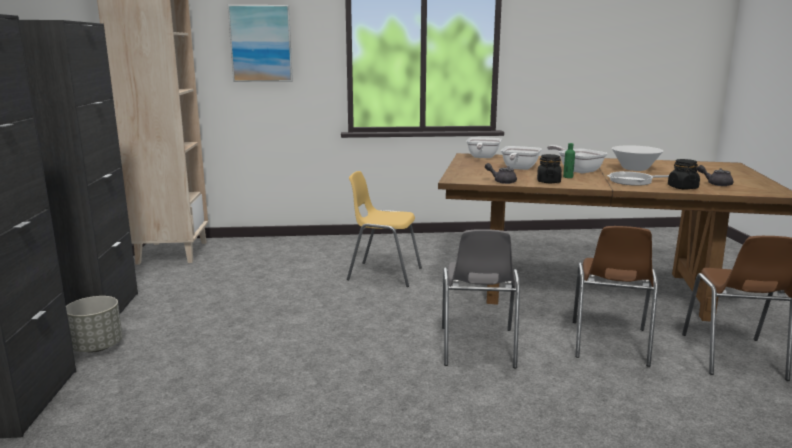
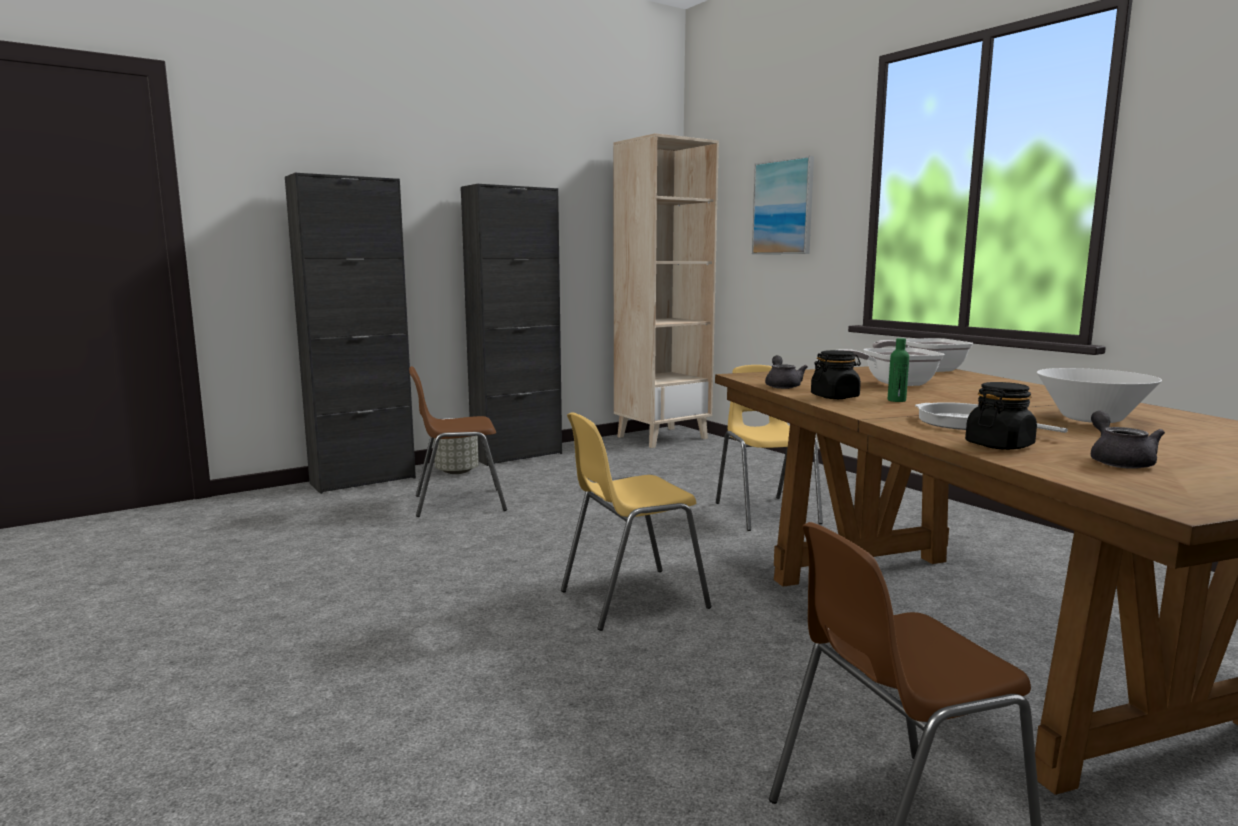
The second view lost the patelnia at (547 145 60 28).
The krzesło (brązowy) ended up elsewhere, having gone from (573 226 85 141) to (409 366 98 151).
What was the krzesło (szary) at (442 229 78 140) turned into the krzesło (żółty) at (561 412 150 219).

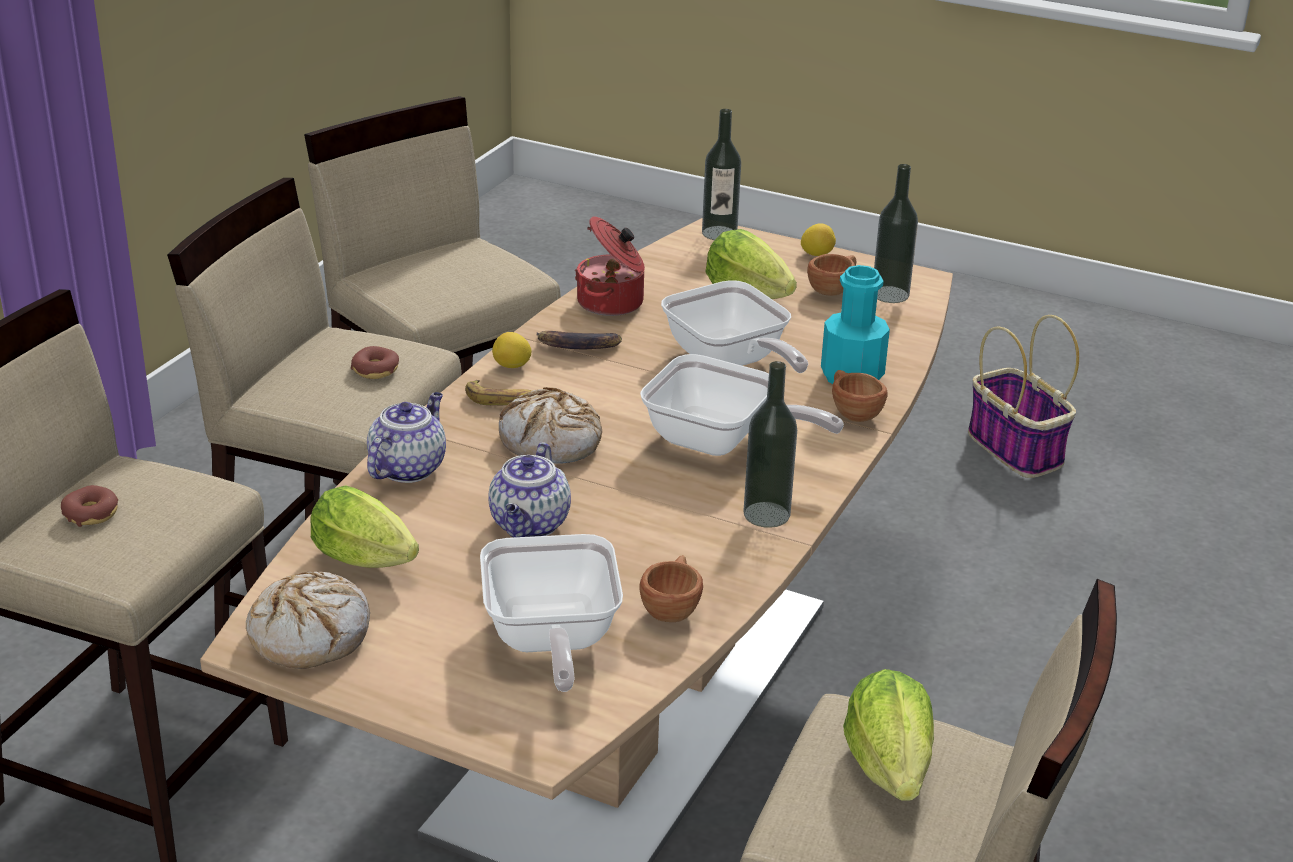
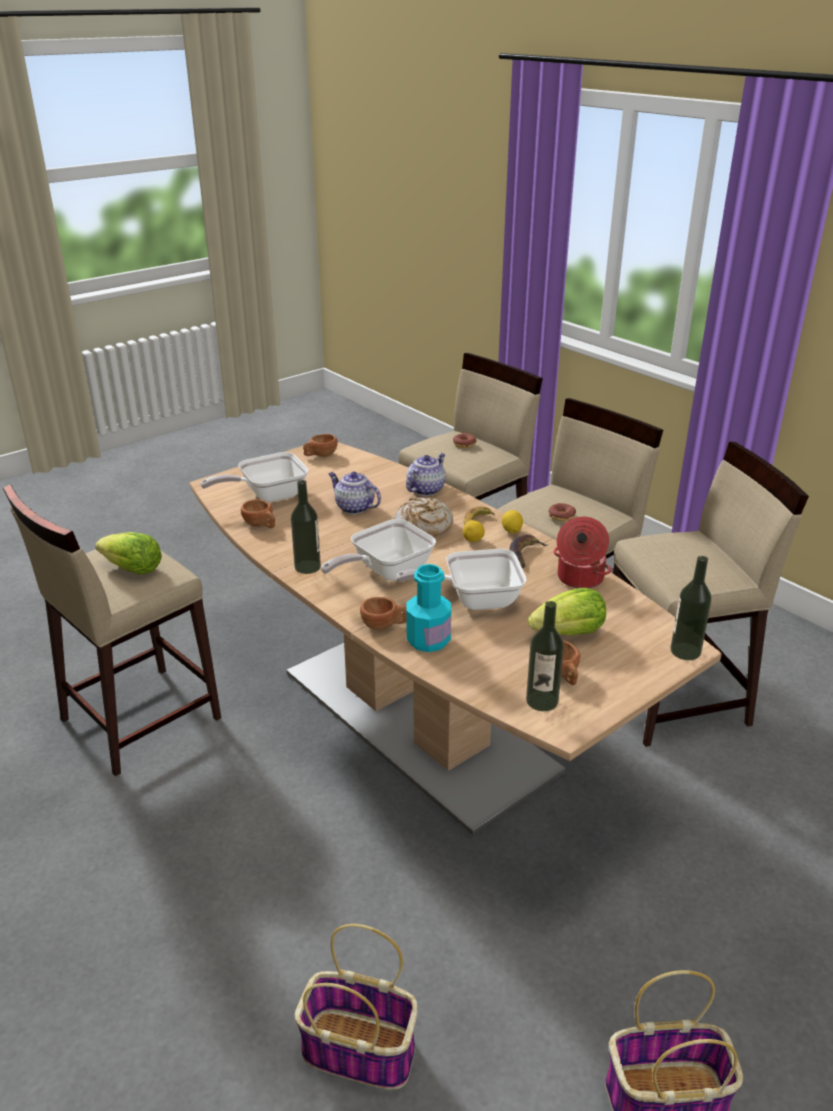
The second view lost the sałata at (310 485 109 83).
The second view gained the koszyk at (295 924 123 166).
The cytryna ended up elsewhere, having gone from (801 223 35 33) to (463 520 22 22).
Where the chleb stood at (246 571 124 98), the filiżanka (brązowy) came to stand at (303 434 35 23).
The imbryk at (367 392 79 91) ended up facing another way, 105 degrees counterclockwise from before.
The patelnia at (480 534 143 158) ended up facing another way, 45 degrees counterclockwise from before.

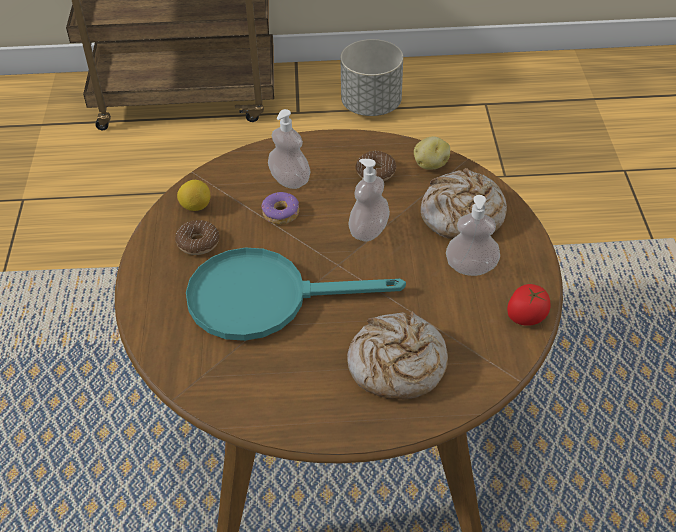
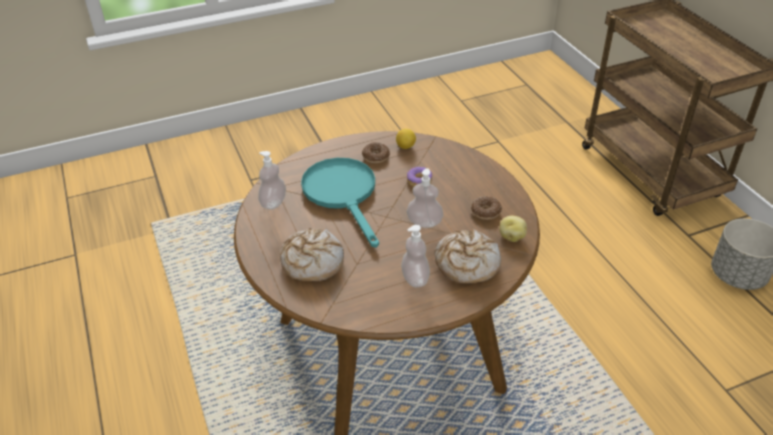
The second view lost the pomidor at (507 284 44 42).
The dozownik mydła ended up elsewhere, having gone from (268 109 43 80) to (258 151 28 59).

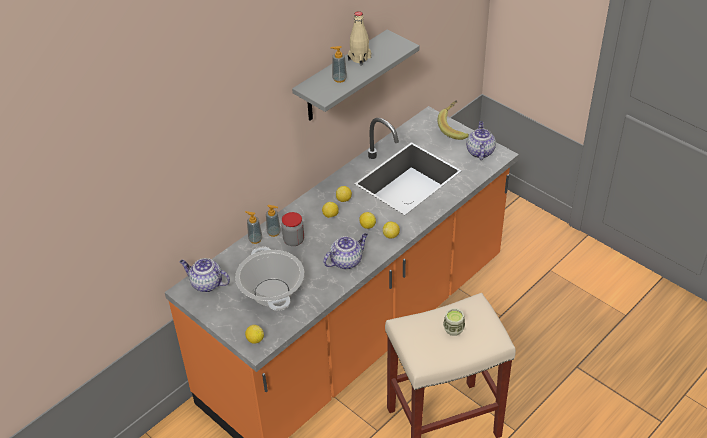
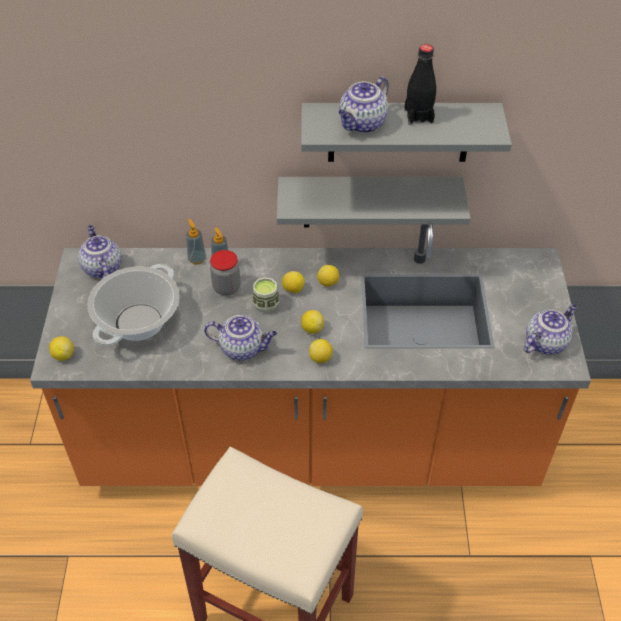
The second view lost the banan at (438 100 31 40).
The second view gained the półka (szary) at (277 177 194 50).
The filiżanka ended up elsewhere, having gone from (443 308 22 28) to (252 277 28 36).
Where the dozownik mydła stood at (330 46 17 37), the imbryk came to stand at (339 76 50 57).
What was the butelka (beżowy) at (348 11 23 55) turned into the butelka (czarny) at (404 44 32 81).

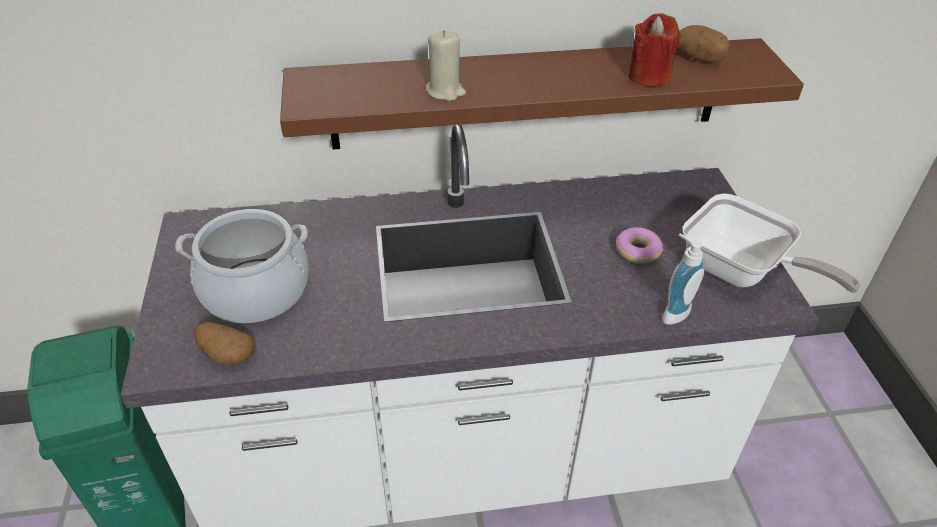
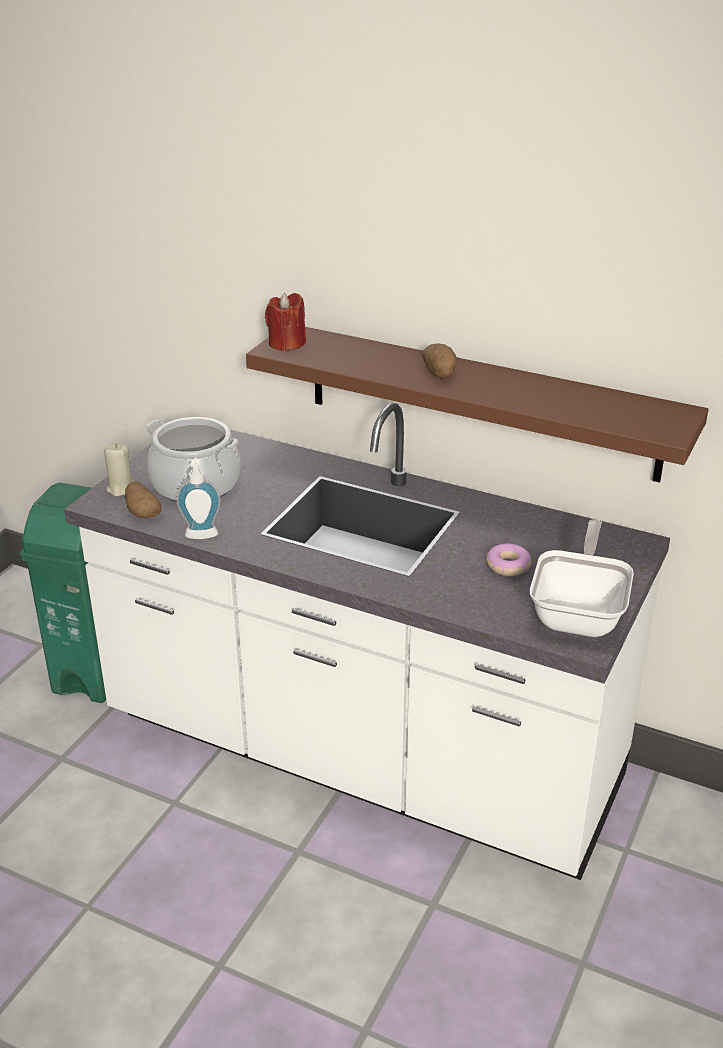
The świeca (beżowy) ended up elsewhere, having gone from (426 30 40 71) to (104 443 31 54).
The świeca (czerwony) ended up elsewhere, having gone from (628 13 52 74) to (265 293 41 58).
The dozownik mydła ended up elsewhere, having gone from (662 234 43 91) to (176 457 45 82).
The ziemniak ended up elsewhere, having gone from (677 25 53 37) to (423 343 34 35).
The patelnia at (682 193 179 100) ended up facing another way, 150 degrees counterclockwise from before.

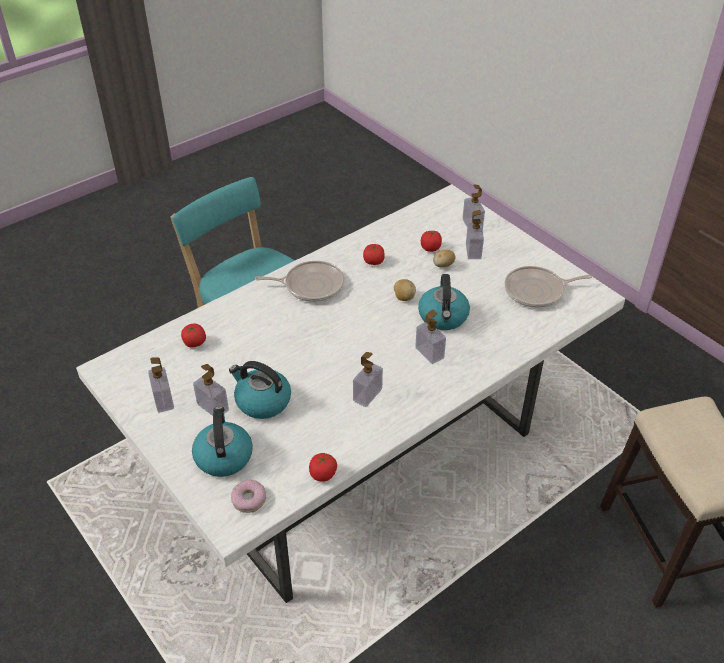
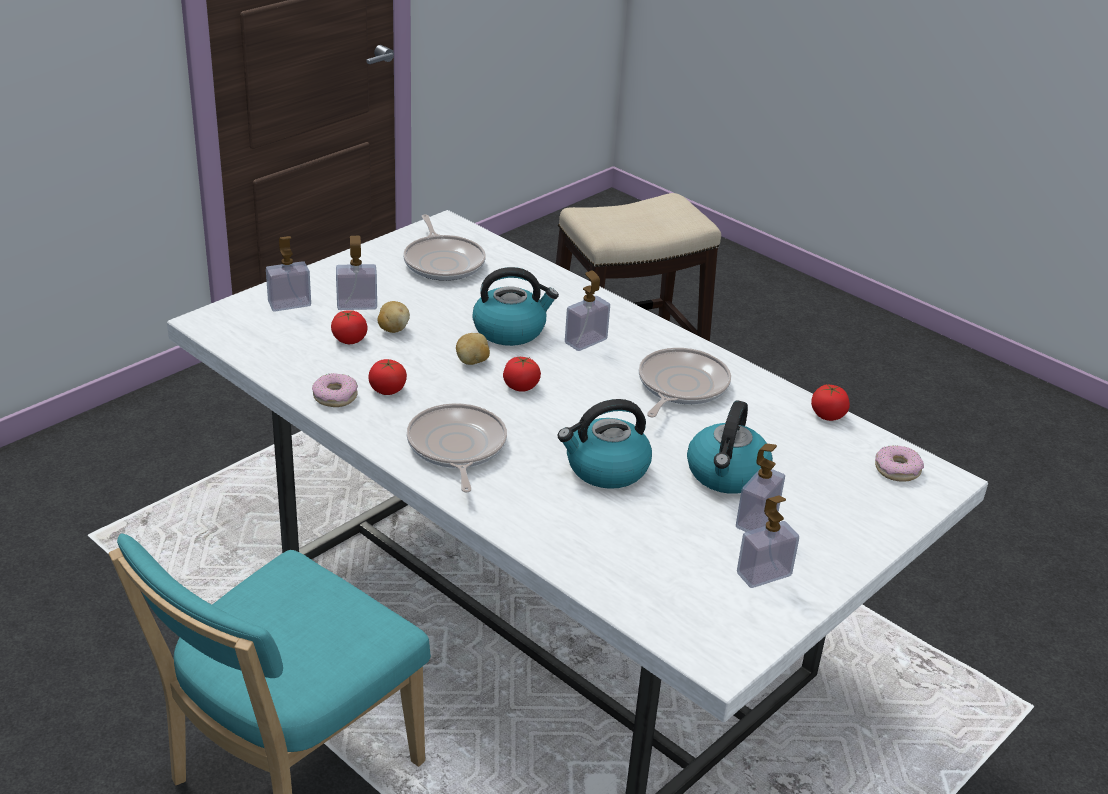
The second view gained the donut at (312 373 46 34).
The pomidor ended up elsewhere, having gone from (181 324 25 24) to (503 356 38 36).
The czajnik ended up elsewhere, having gone from (192 406 61 71) to (558 399 94 90).
Where the dozownik mydła stood at (353 352 30 55), the patelnia came to stand at (639 348 92 70).

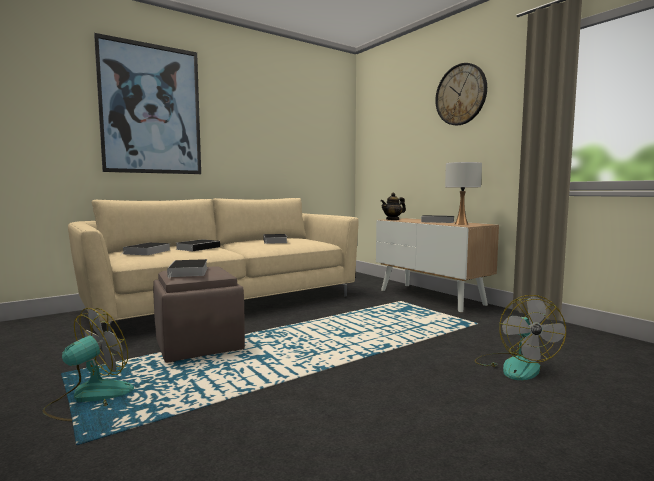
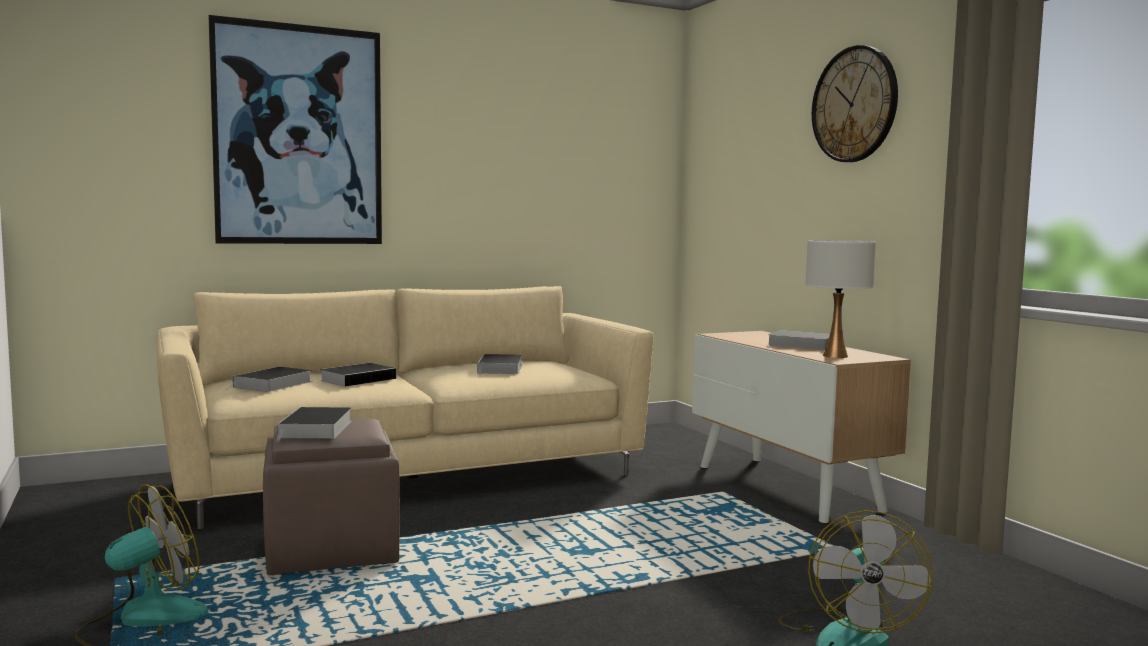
The second view lost the imbryk at (381 193 25 27).

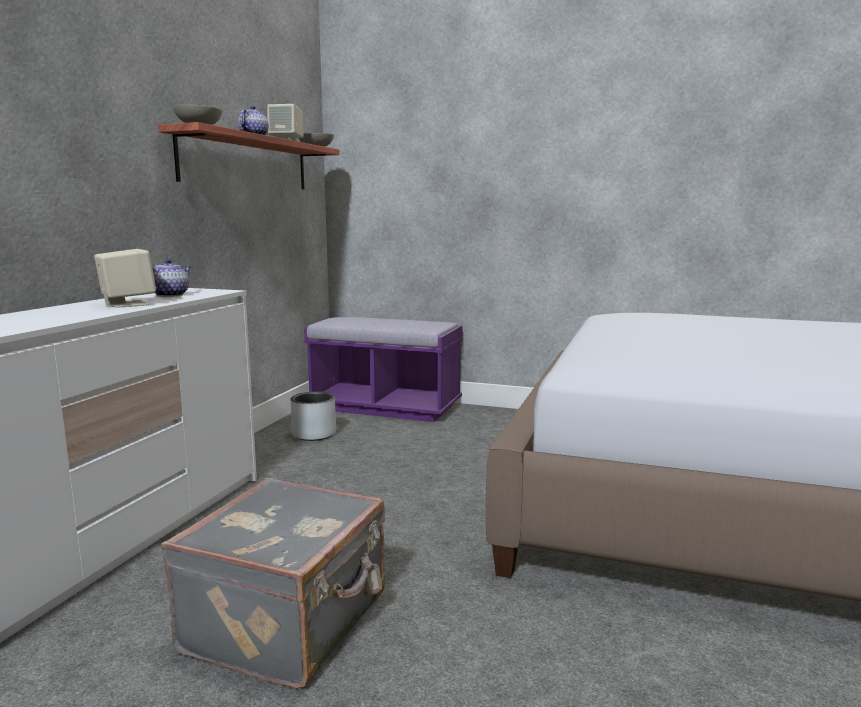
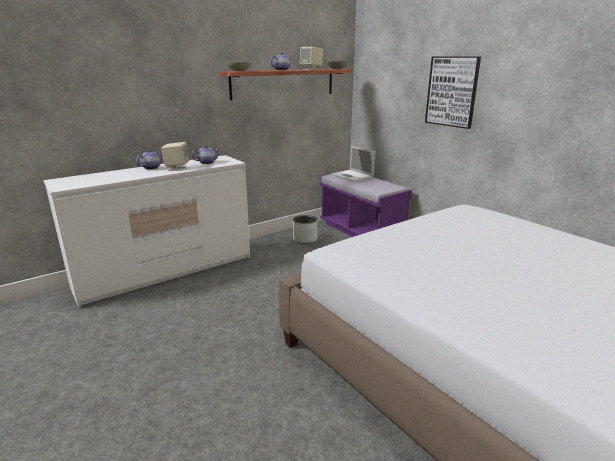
The second view lost the walizka (szary) at (161 478 224 211).
The second view gained the imbryk at (136 149 26 21).
The second view gained the laptop at (332 146 43 36).
The second view gained the obraz at (425 56 56 73).

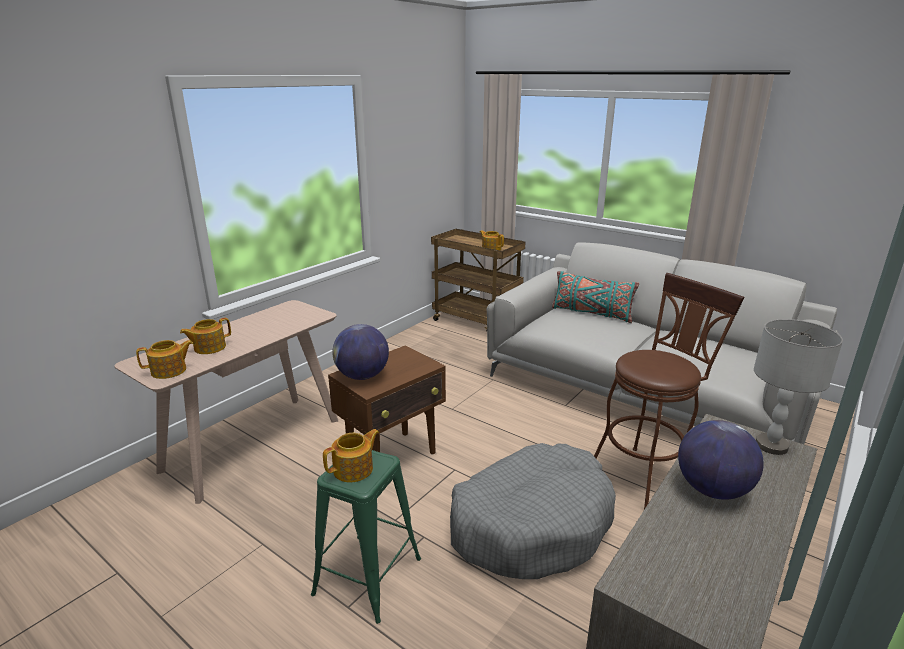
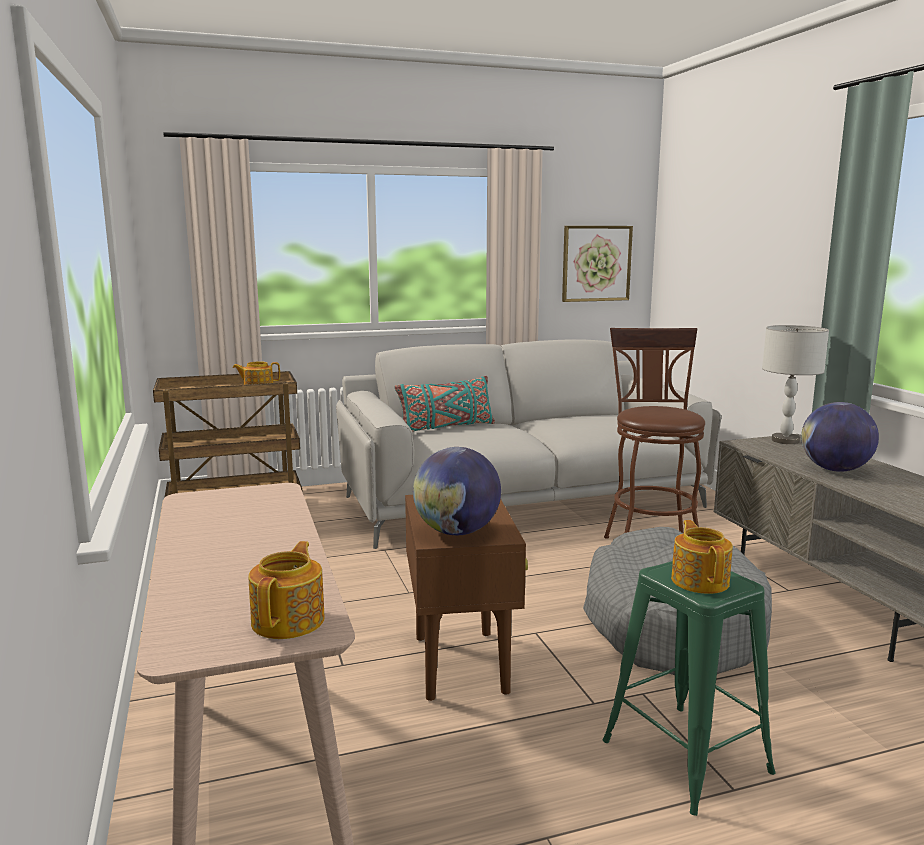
The second view lost the imbryk at (180 318 51 36).
The second view gained the obraz at (562 226 71 76).

